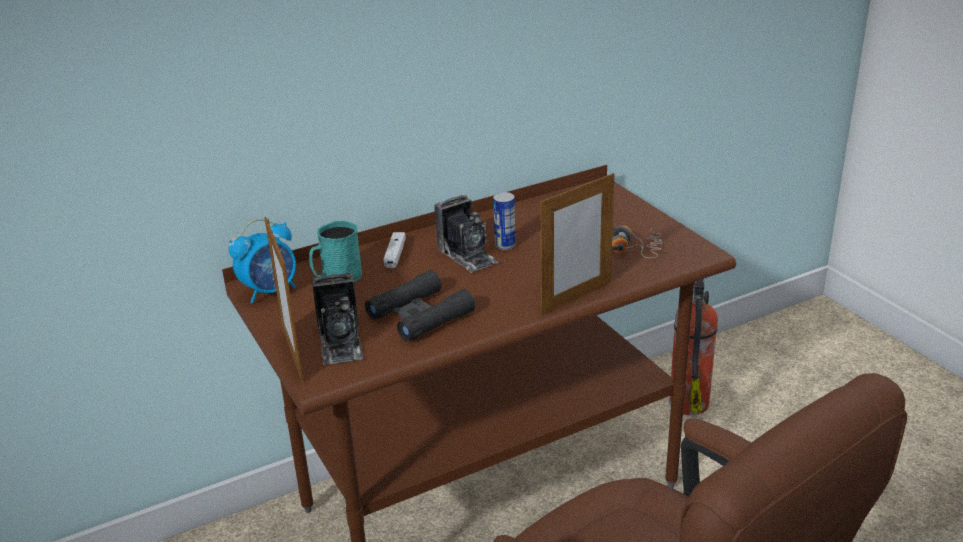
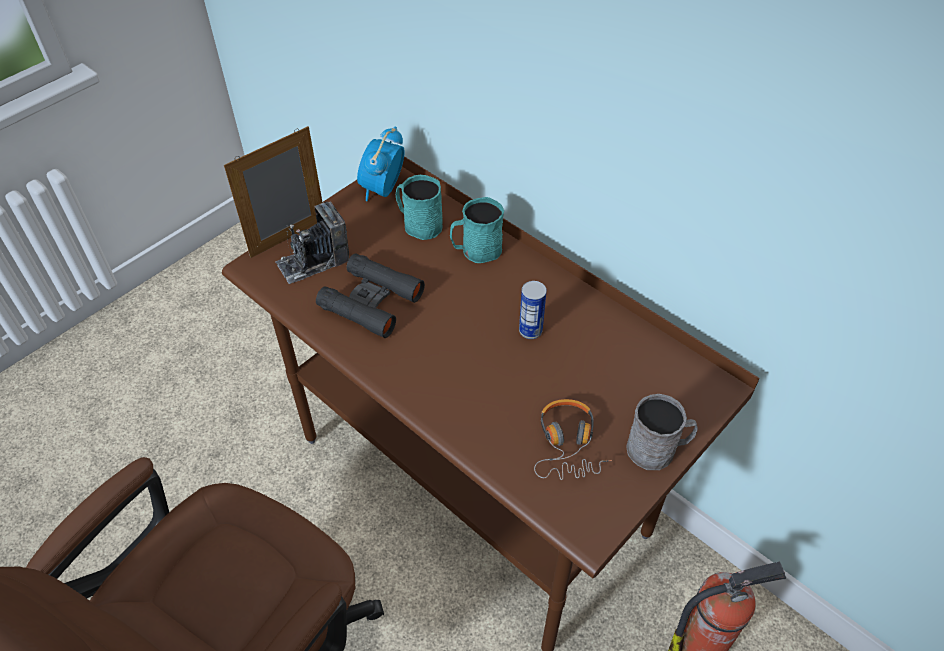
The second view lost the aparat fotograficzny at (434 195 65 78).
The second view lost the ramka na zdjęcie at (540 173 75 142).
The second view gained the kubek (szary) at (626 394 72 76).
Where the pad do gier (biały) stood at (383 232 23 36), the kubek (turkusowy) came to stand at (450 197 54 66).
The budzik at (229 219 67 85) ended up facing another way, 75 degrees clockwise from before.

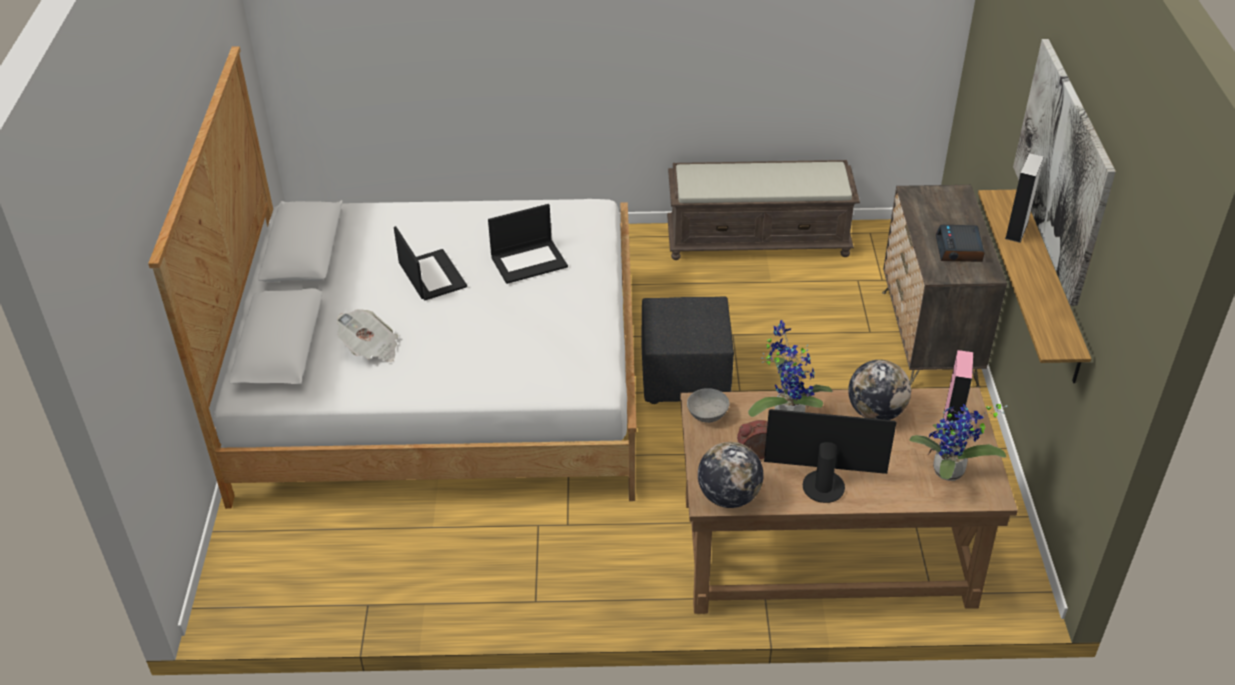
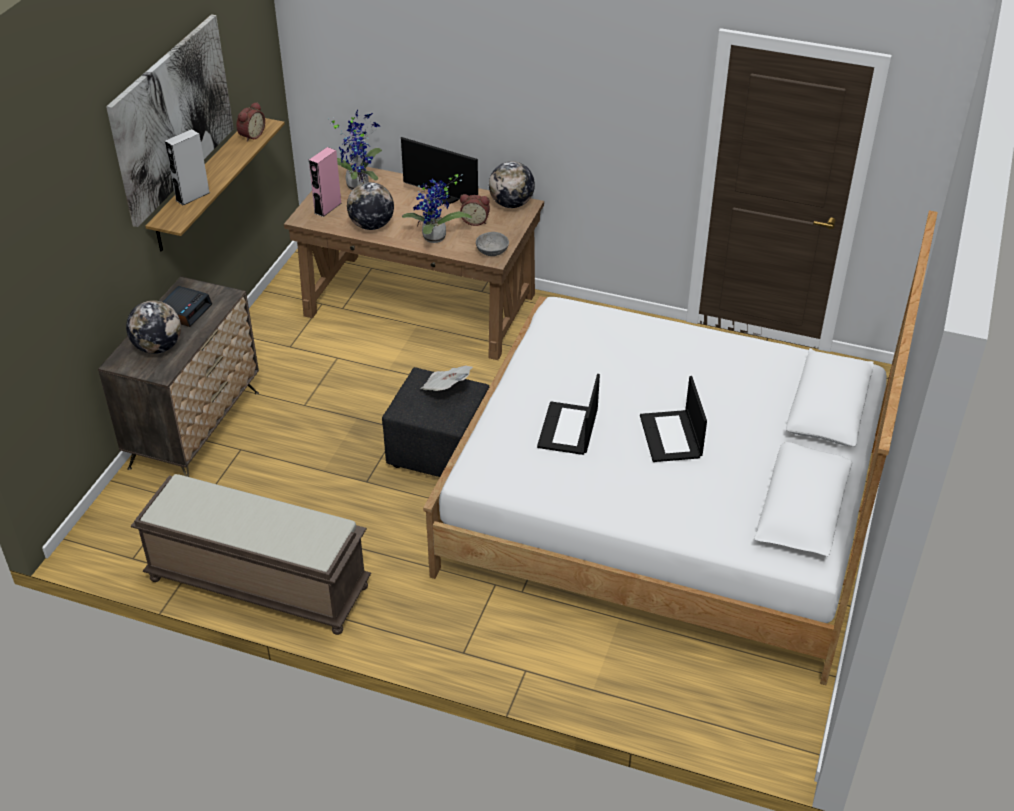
The second view gained the globus at (126 300 55 54).
The second view gained the budzik at (236 102 29 40).
The gazeta ended up elsewhere, having gone from (337 309 61 53) to (420 365 53 26).
The laptop at (488 204 80 80) ended up facing another way, 75 degrees counterclockwise from before.

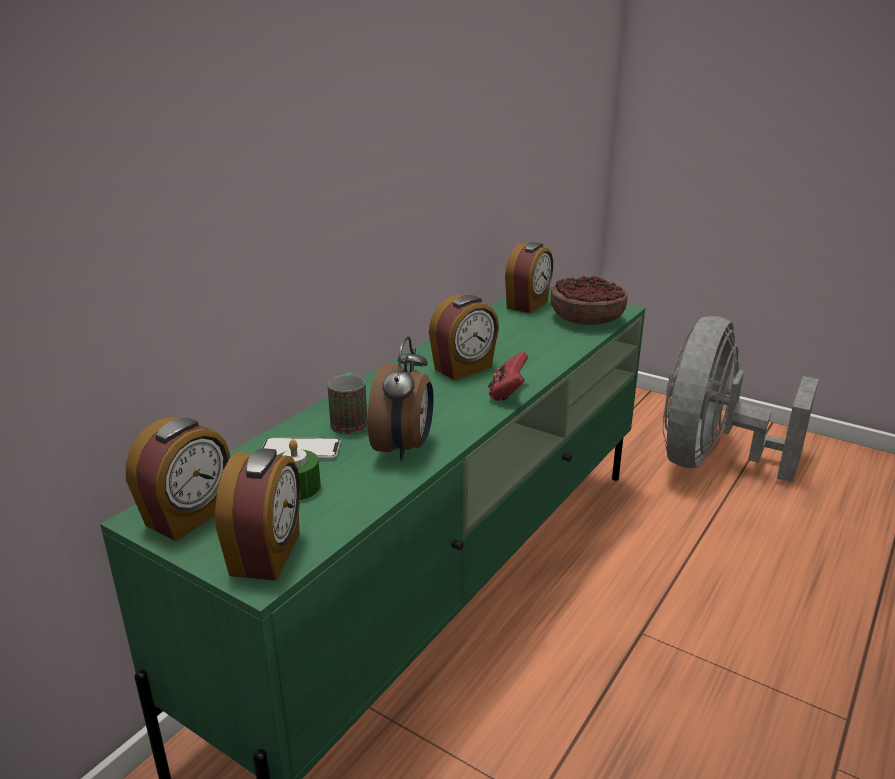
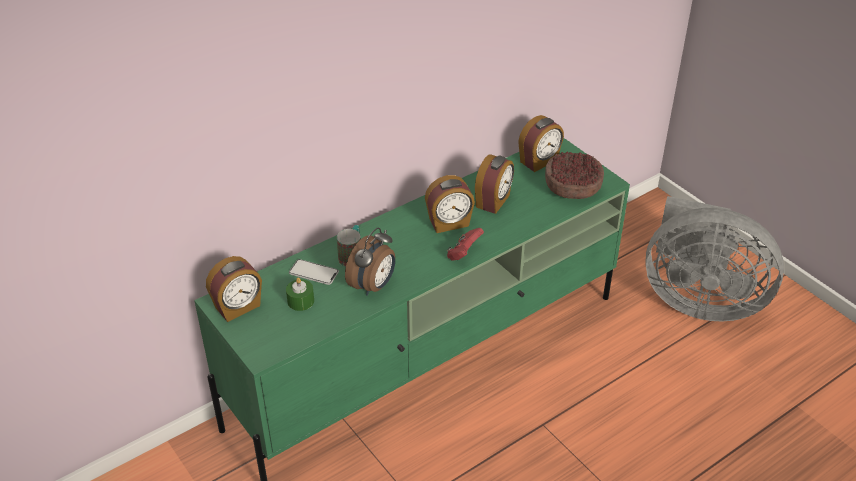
The budzik ended up elsewhere, having gone from (215 448 86 133) to (475 155 39 59).
The wentylator (szary) at (663 316 156 166) ended up facing another way, 120 degrees counterclockwise from before.

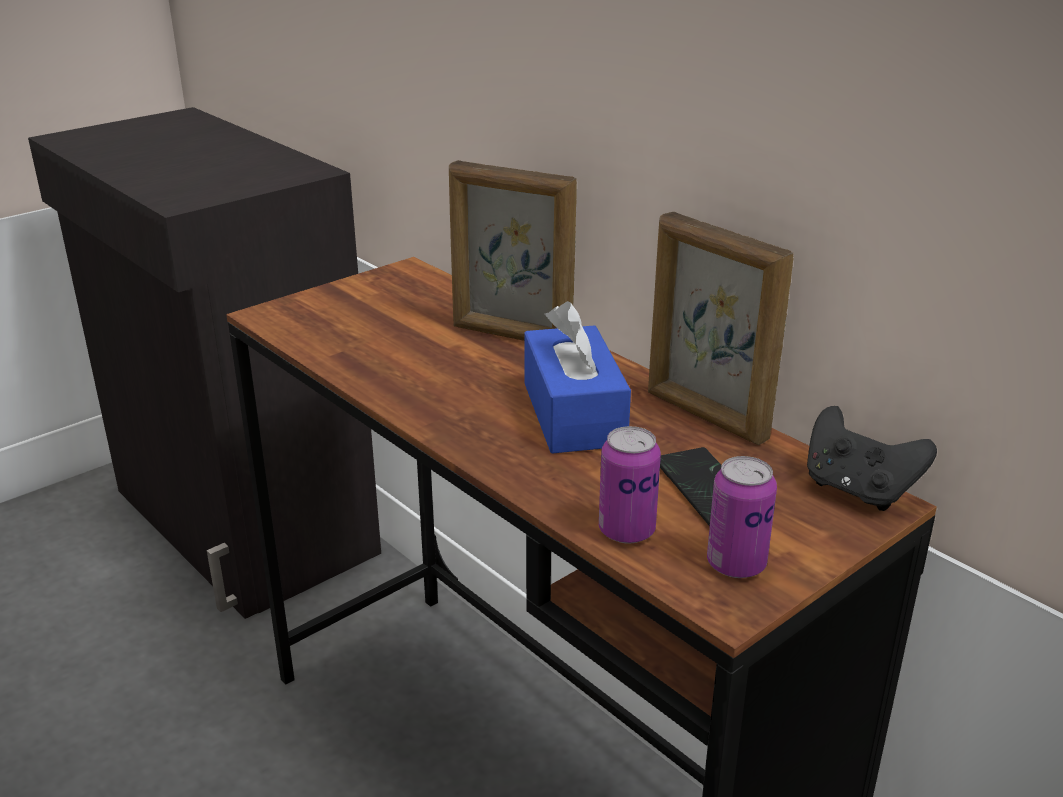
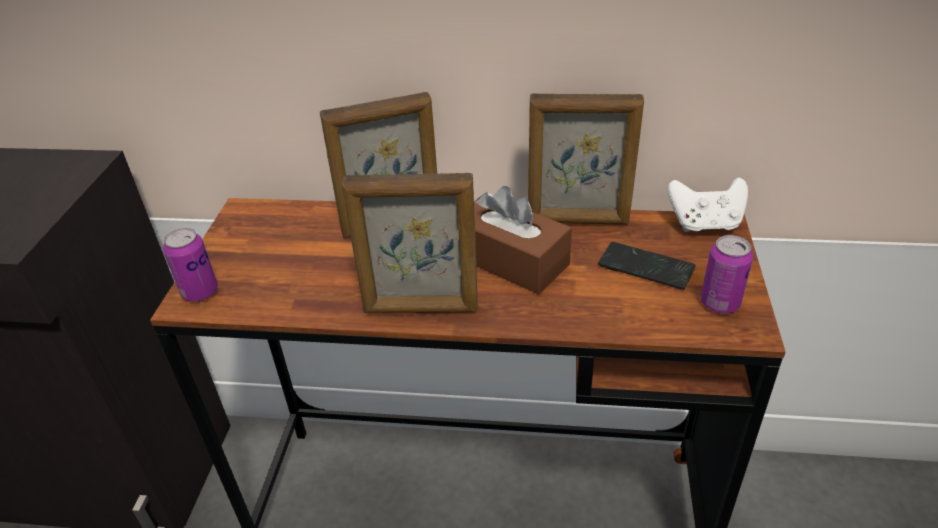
The second view gained the ramka na zdjęcie at (342 173 136 140).
The puszka ended up elsewhere, having gone from (599 426 62 118) to (163 228 55 73).
What was the pudełko chusteczek (niebieski) at (524 301 107 153) turned into the pudełko chusteczek (brązowy) at (474 186 98 108).
What was the pad do gier (czarny) at (807 406 130 105) turned into the pad do gier (biały) at (668 177 80 55).

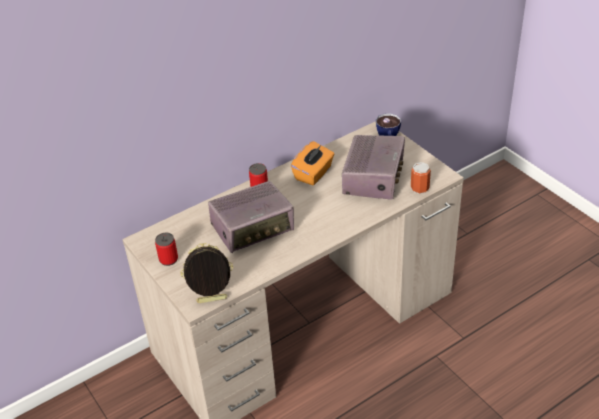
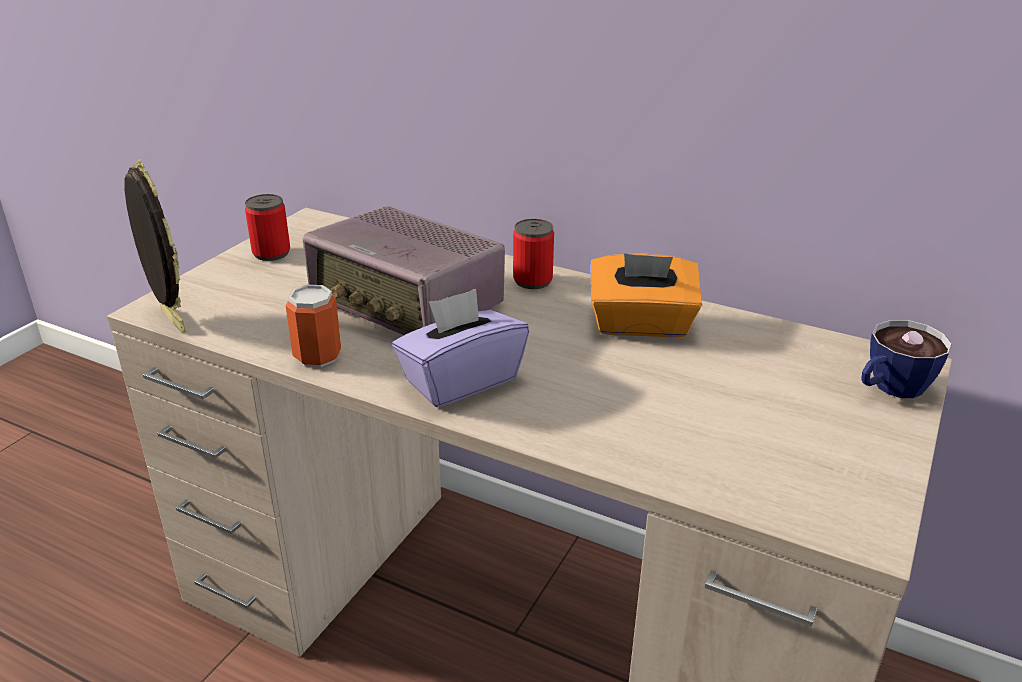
The second view lost the radio at (342 135 63 65).
The second view gained the pudełko chusteczek (fioletowy) at (392 289 137 118).
The puszka ended up elsewhere, having gone from (411 162 20 32) to (286 285 55 82).

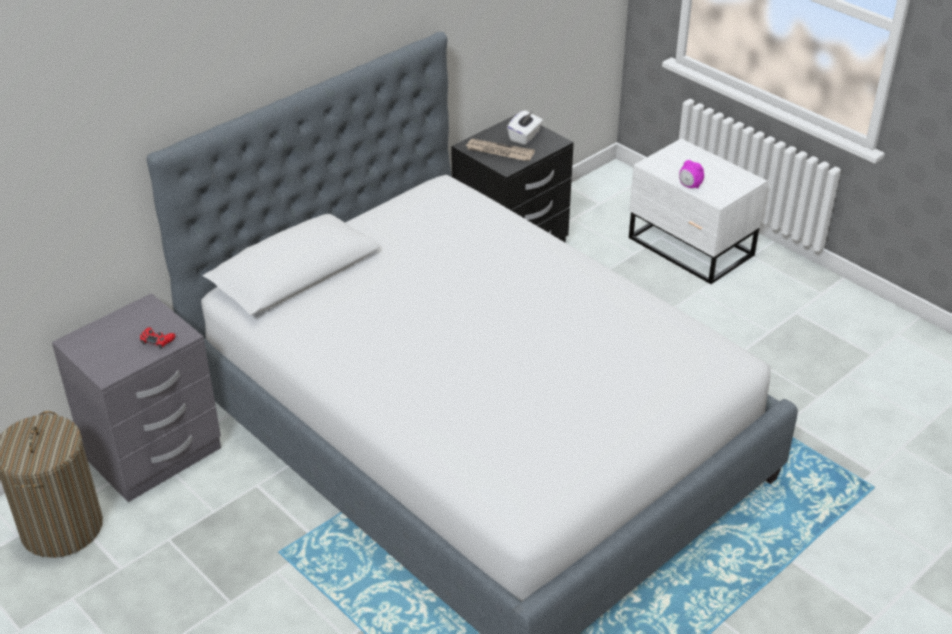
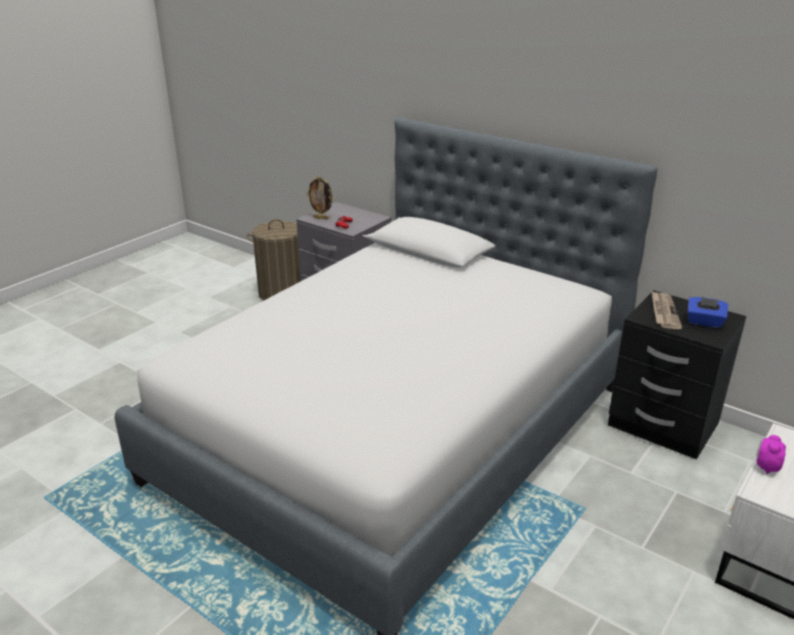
The second view gained the ramka na zdjęcie at (306 176 28 44).
What was the pudełko chusteczek (biały) at (507 110 36 35) turned into the pudełko chusteczek (niebieski) at (688 297 40 31).

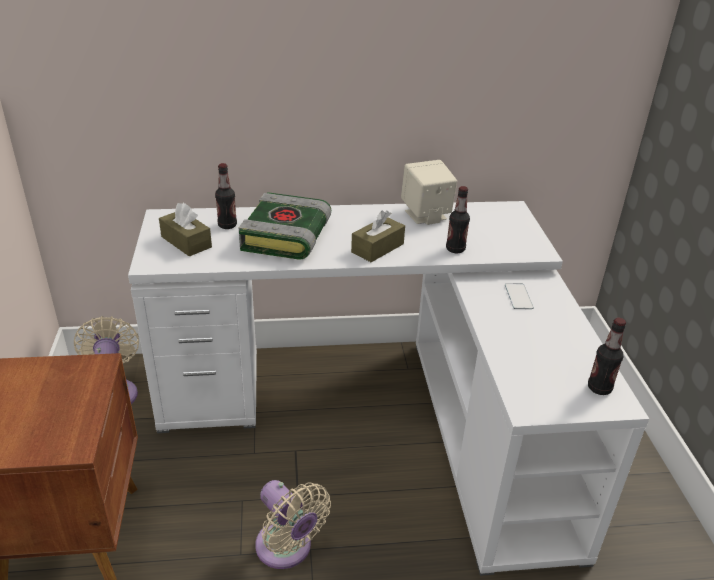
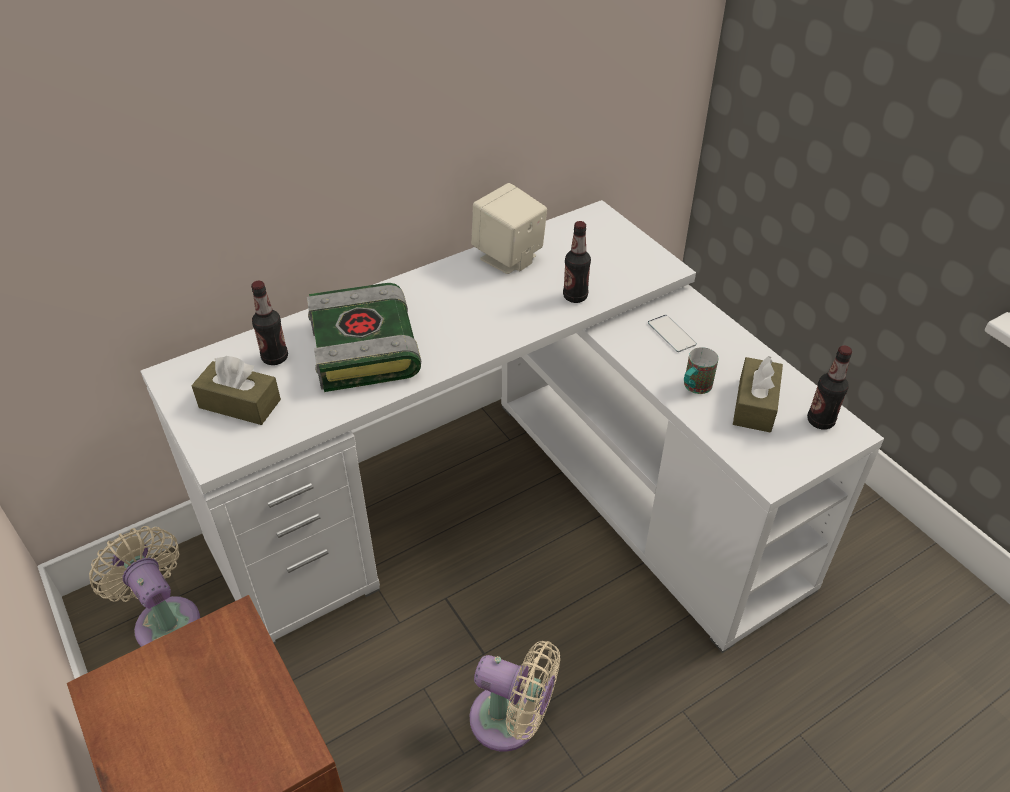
The second view gained the kubek at (684 347 34 47).
The pudełko chusteczek (brązowy) ended up elsewhere, having gone from (351 210 54 52) to (733 356 50 76).

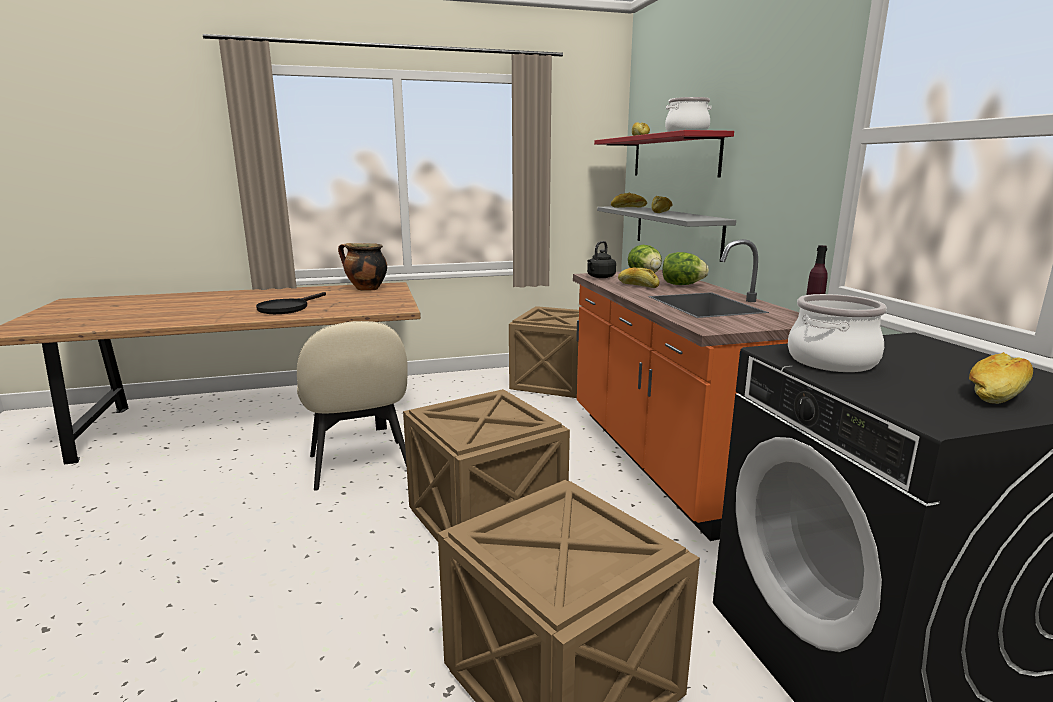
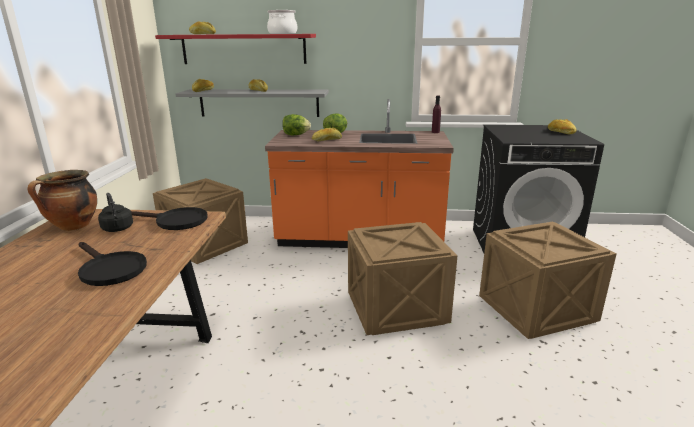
The second view lost the krzesło (beżowy) at (297 321 111 170).
The second view lost the garnek at (788 294 99 78).
The second view gained the patelnia (czarny) at (131 207 77 23).
The czajnik (czarny) ended up elsewhere, having gone from (587 241 29 37) to (98 193 35 39).

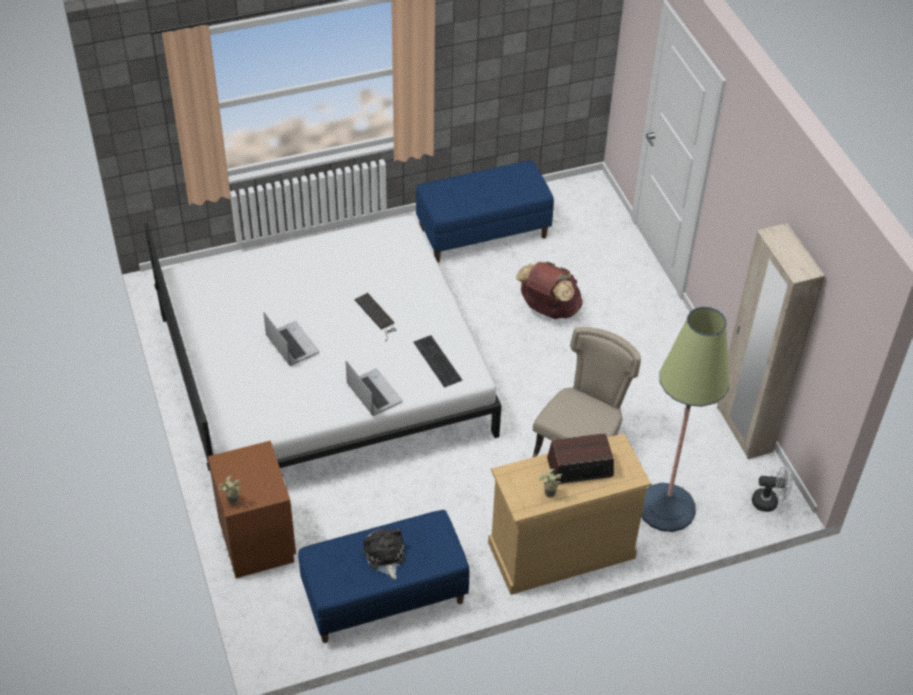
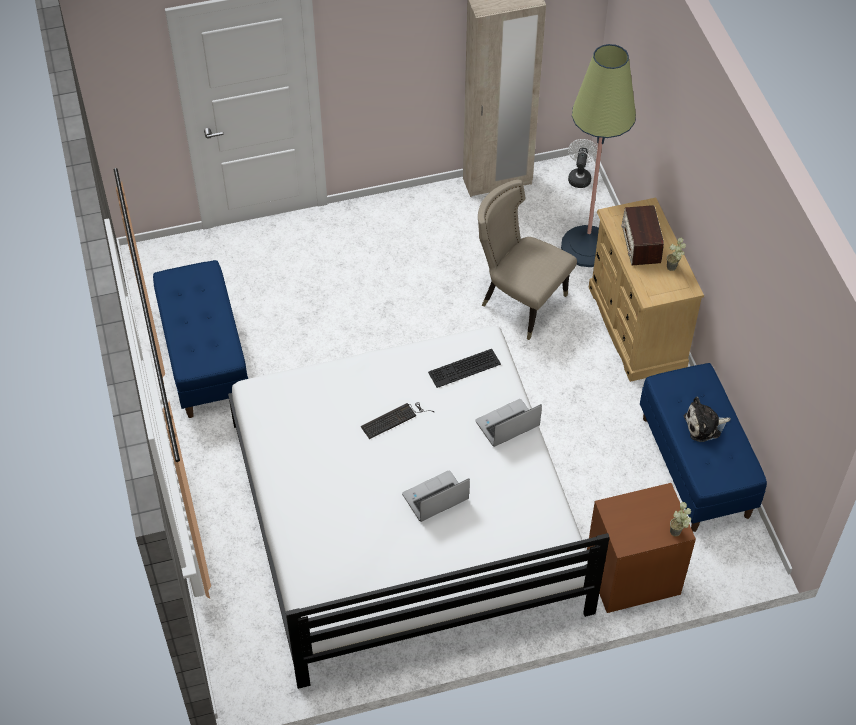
The second view lost the plecak (brązowy) at (516 262 67 57).

